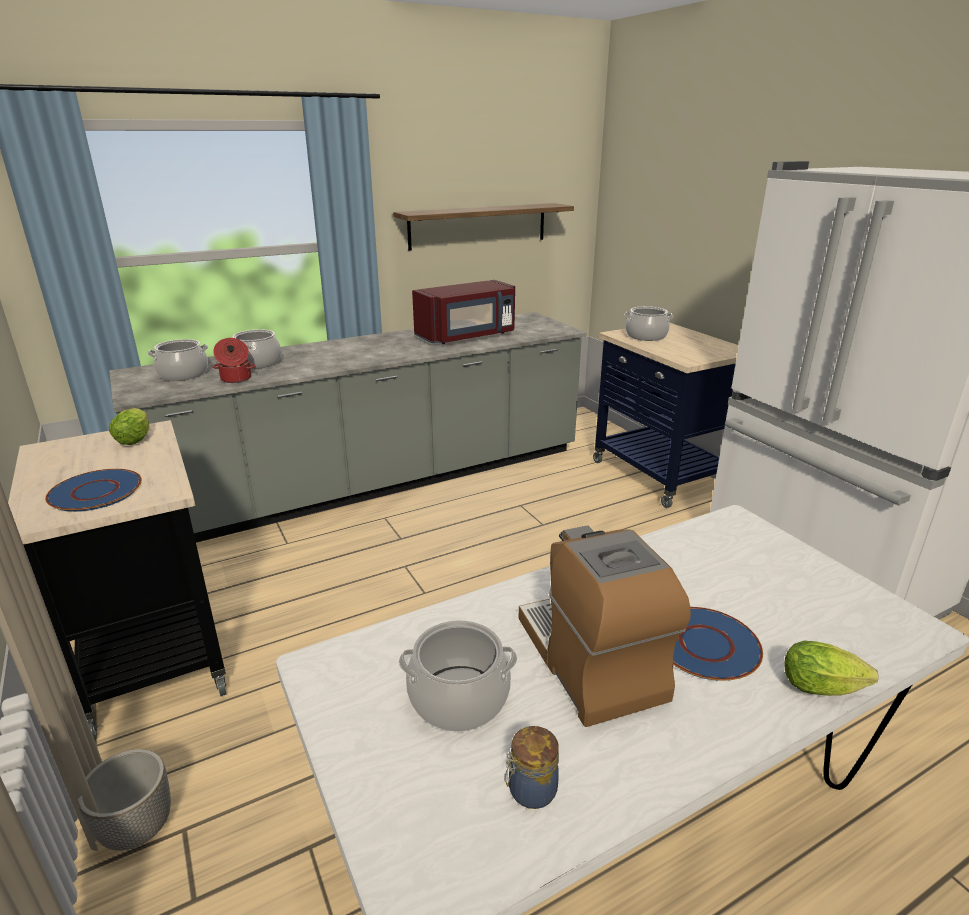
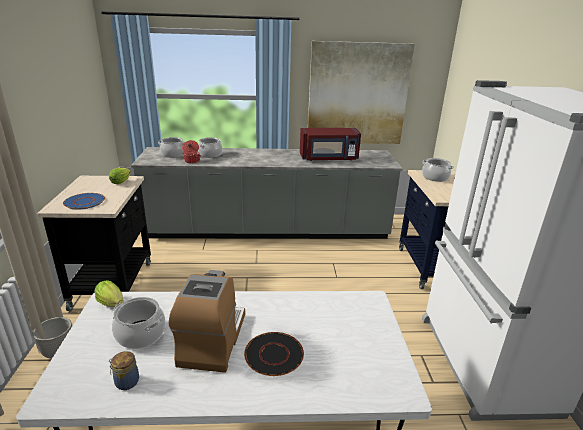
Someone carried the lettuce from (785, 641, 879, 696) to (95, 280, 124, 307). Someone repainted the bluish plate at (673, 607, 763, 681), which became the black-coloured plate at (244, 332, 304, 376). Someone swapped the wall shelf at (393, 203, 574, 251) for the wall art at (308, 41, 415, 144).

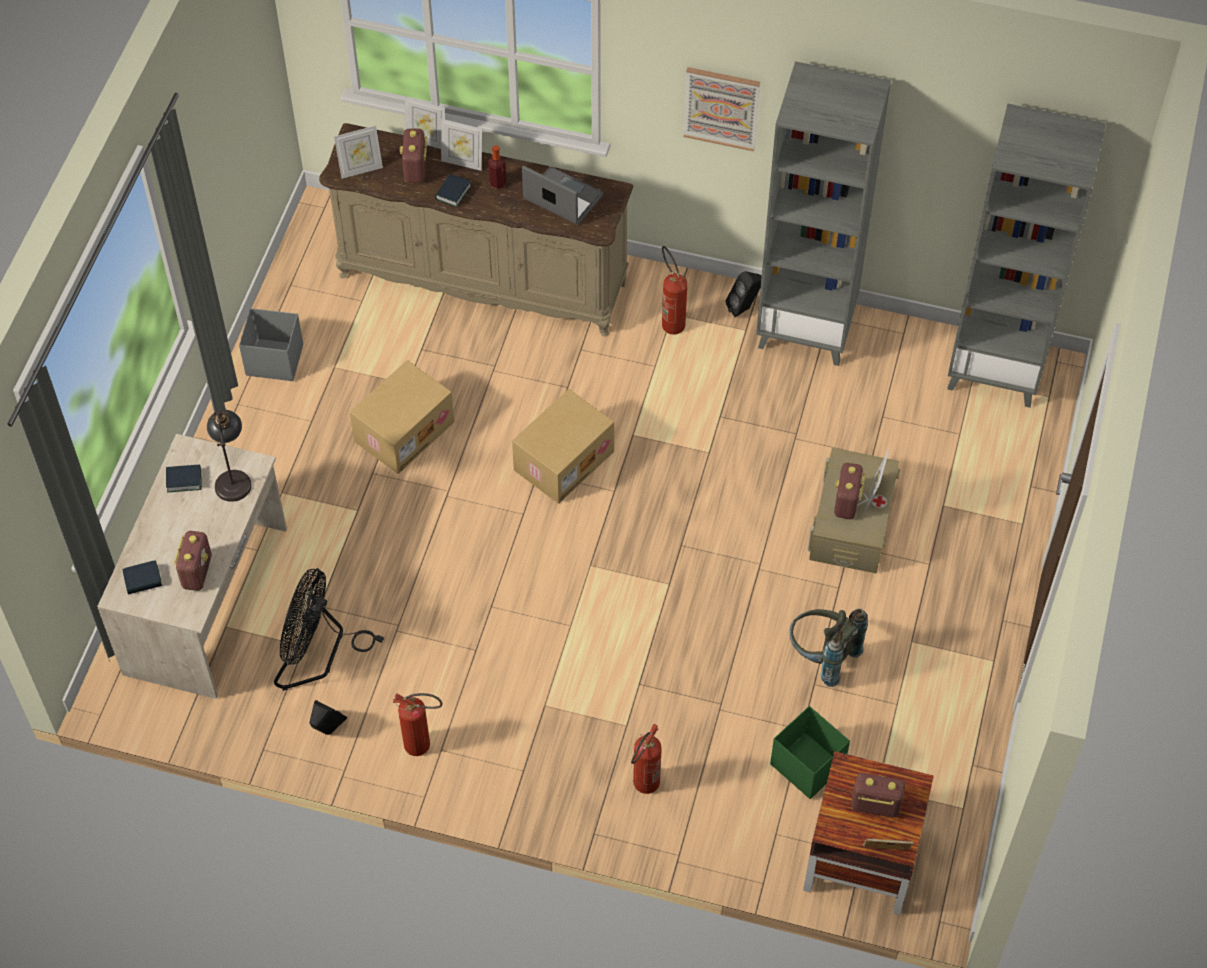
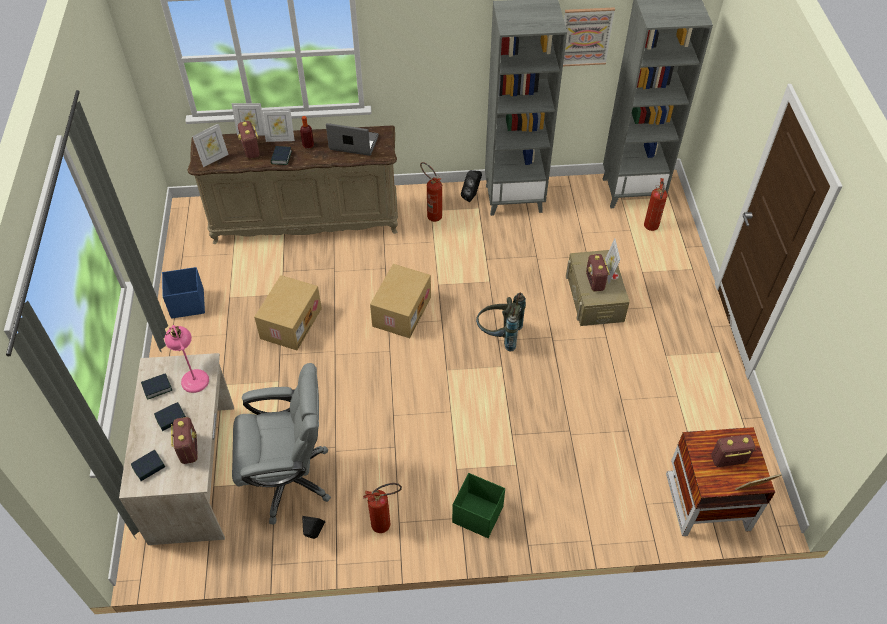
Someone put down the volume at (154, 402, 186, 431). Someone repainted the grey storage container at (239, 308, 303, 381), which became the bluish storage container at (162, 267, 205, 319). Someone repainted the grey lamp for a table at (207, 410, 252, 502), which became the pinkish lamp for a table at (164, 325, 209, 393). Someone swapped the black-coloured electric fan at (274, 568, 384, 691) for the grey desk chair at (232, 363, 331, 525). Someone carried the greenish storage container from (770, 706, 850, 799) to (452, 473, 505, 538). Someone carried the grey knapsack from (790, 608, 868, 687) to (476, 292, 526, 352). Someone carried the wall art from (684, 67, 760, 151) to (563, 7, 615, 66). Someone carried the extinguisher from (631, 724, 662, 794) to (644, 178, 667, 231).

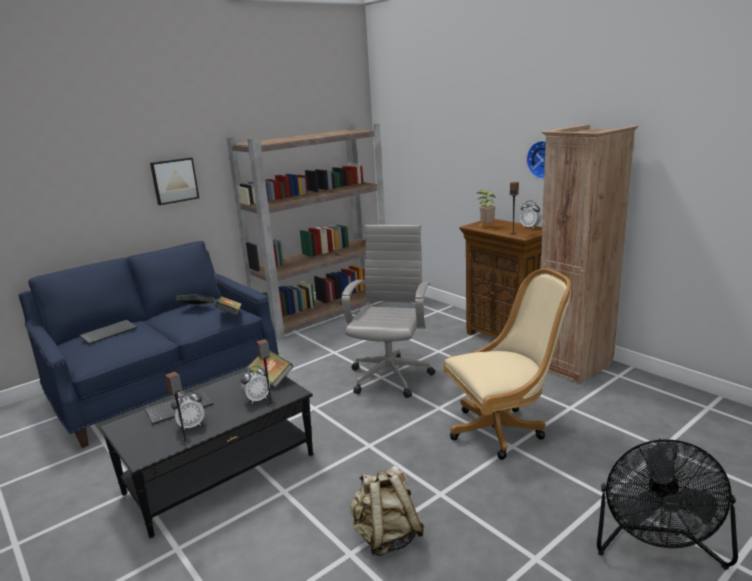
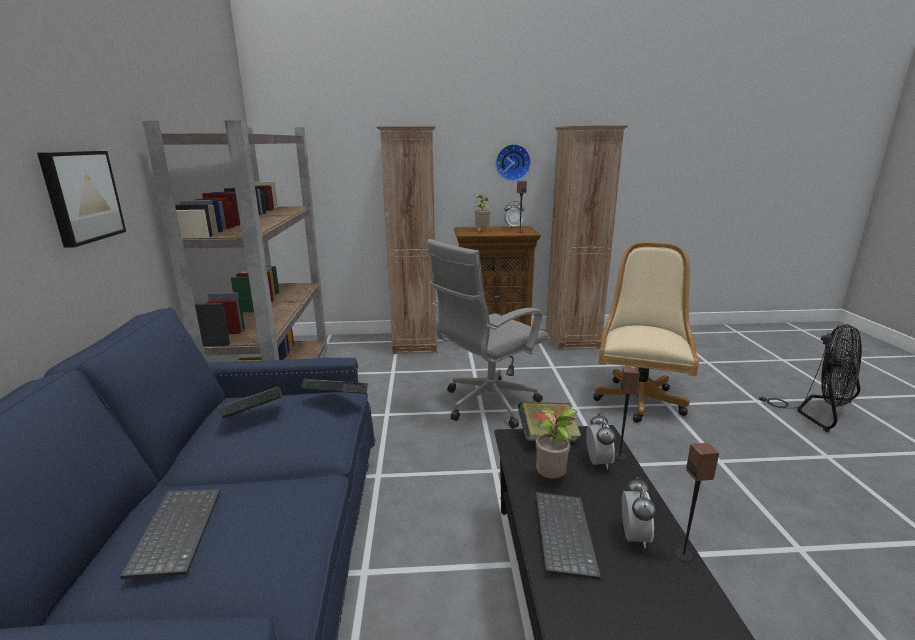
Someone put down the brownish cupboard at (376, 126, 437, 354). Someone rotated the grey desk chair at (341, 224, 435, 398) by 90 degrees counterclockwise. Someone put down the plant in a pot at (536, 409, 578, 479). Someone took away the beige-coloured knapsack at (350, 465, 425, 556).

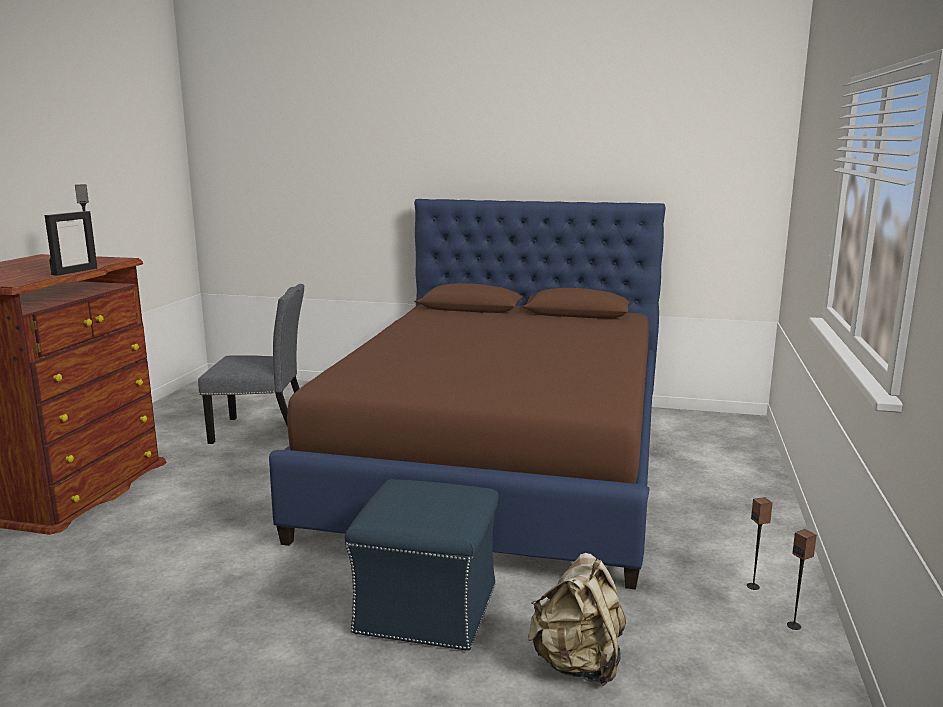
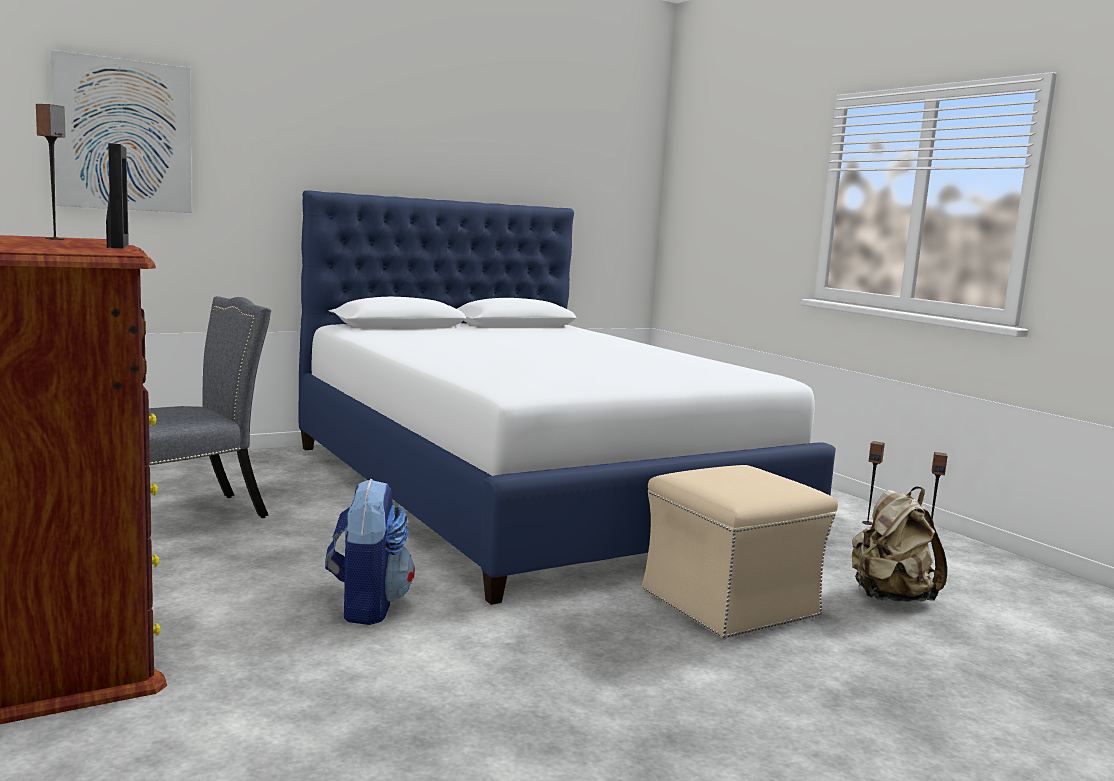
Someone put up the wall art at (50, 50, 192, 213). Someone repainted the brownish bedroom bed at (269, 199, 666, 590), which became the white-coloured bedroom bed at (299, 190, 836, 605). Someone put down the knapsack at (325, 479, 415, 625). Someone repainted the bluish footrest at (345, 479, 499, 651), which became the beige-coloured footrest at (642, 465, 838, 640).

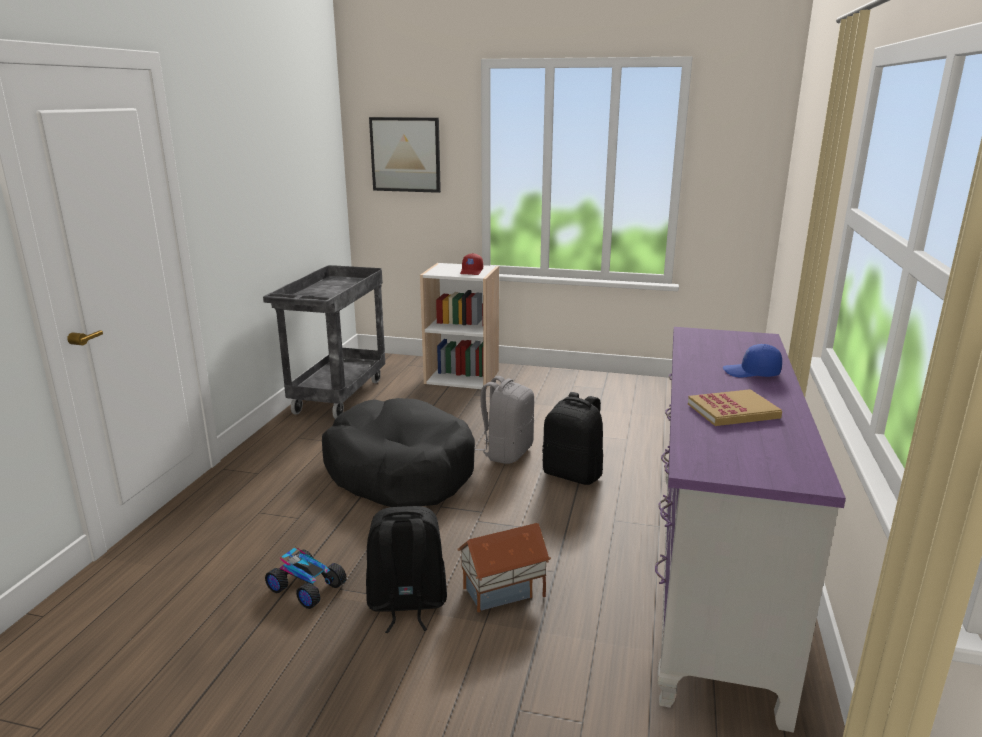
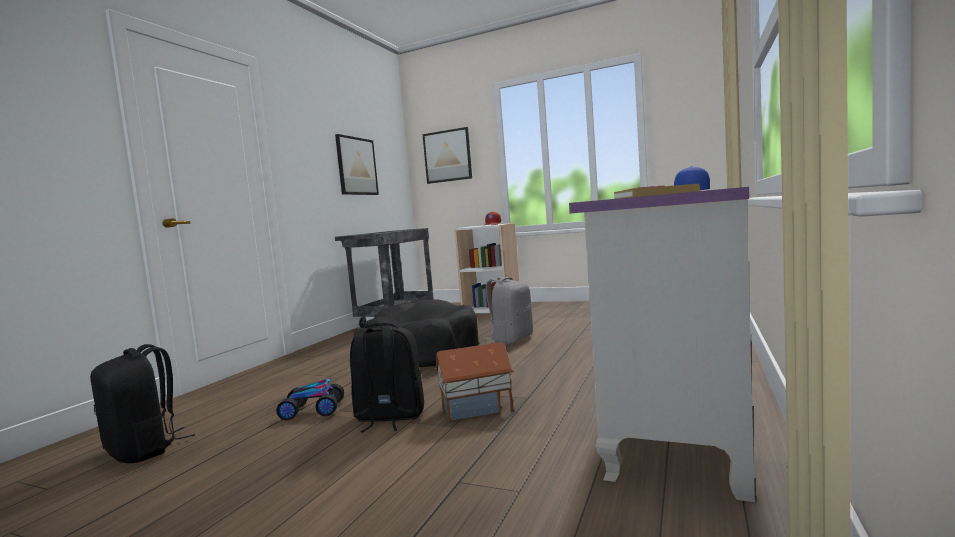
Someone carried the black-coloured knapsack from (542, 392, 603, 485) to (90, 344, 195, 463). Someone rotated the toy car at (265, 547, 347, 609) by 135 degrees clockwise. Someone put up the wall art at (335, 134, 379, 195).

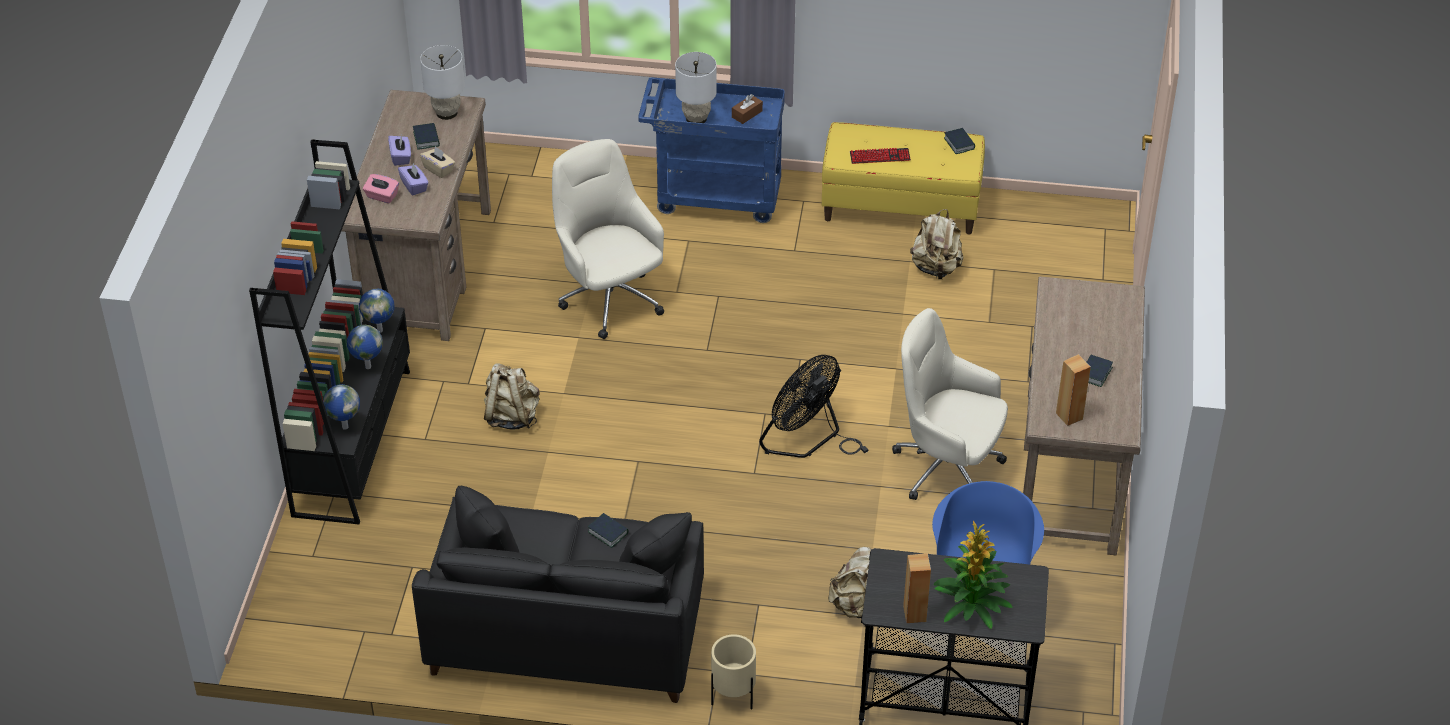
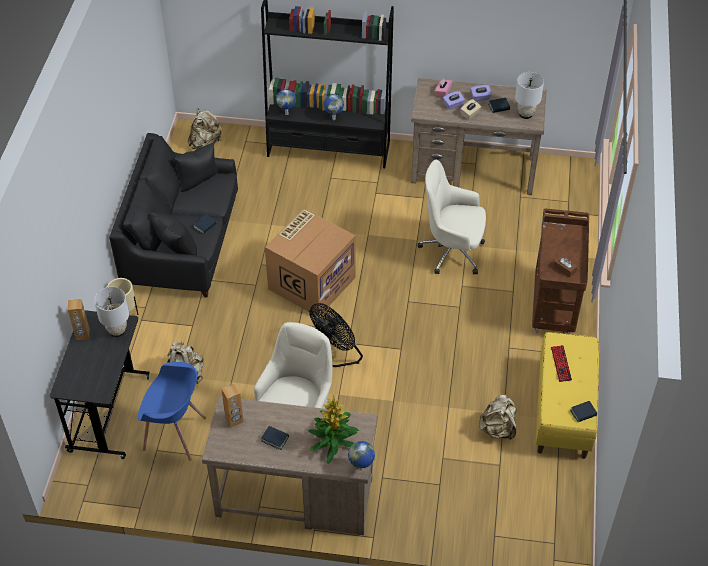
Someone carried the white-coloured lamp for a table from (675, 52, 717, 123) to (94, 287, 129, 337). Someone carried the beige-coloured knapsack from (484, 363, 539, 430) to (188, 109, 222, 149). Someone put down the cardboard box at (265, 209, 356, 317). Someone carried the plant in a pot from (934, 521, 1013, 629) to (308, 394, 359, 464). Someone carried the world globe from (359, 288, 395, 333) to (348, 441, 375, 471). Someone rotated the beige-coloured desk chair at (552, 139, 664, 339) by 135 degrees counterclockwise. Someone repainted the bluish wheeled cart at (638, 78, 785, 223), which became the brownish wheeled cart at (532, 209, 589, 334).

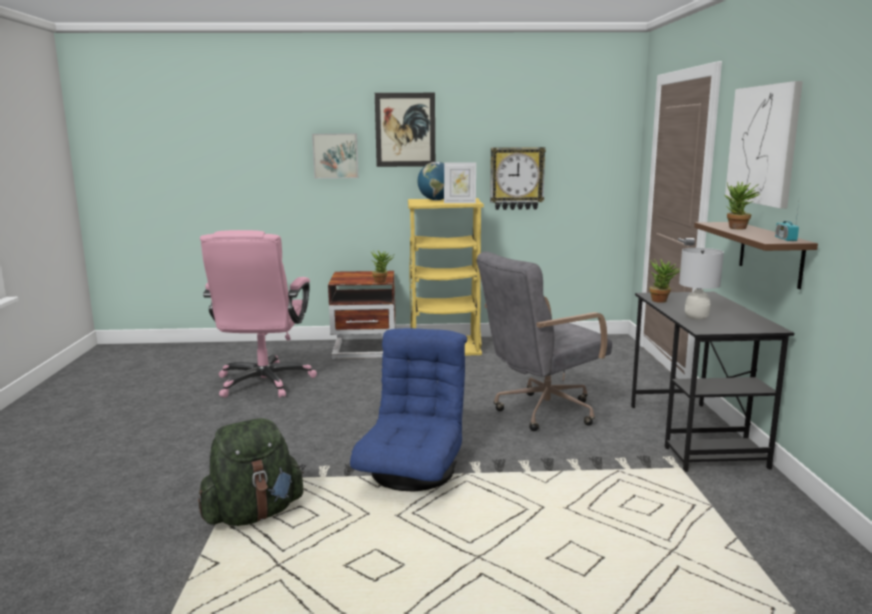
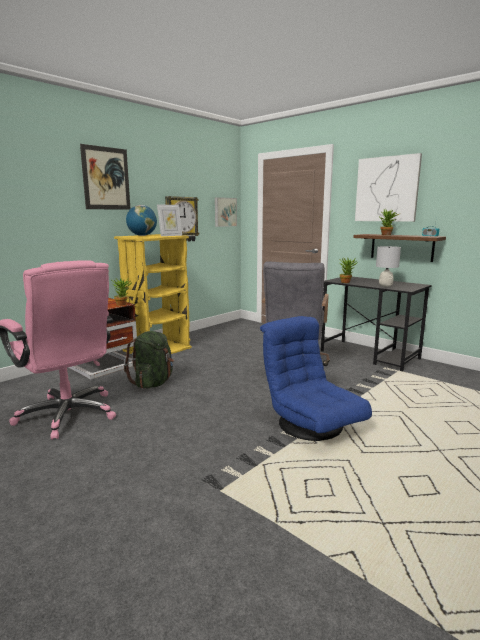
Someone carried the greenish knapsack from (198, 418, 304, 526) to (124, 331, 174, 388). Someone carried the wall art from (312, 134, 358, 179) to (215, 197, 237, 227).

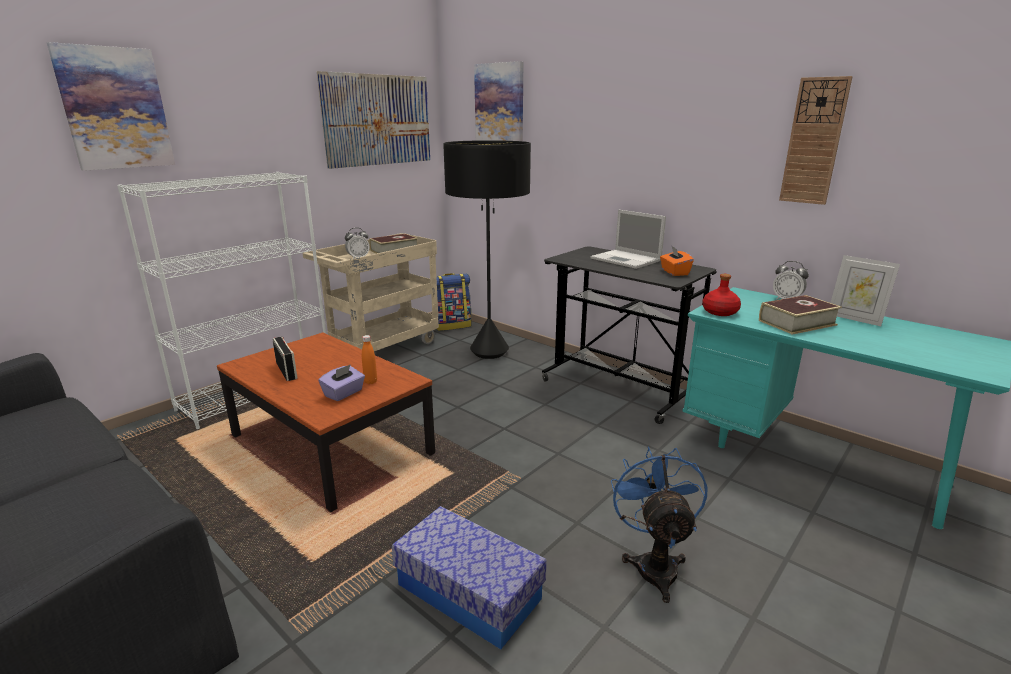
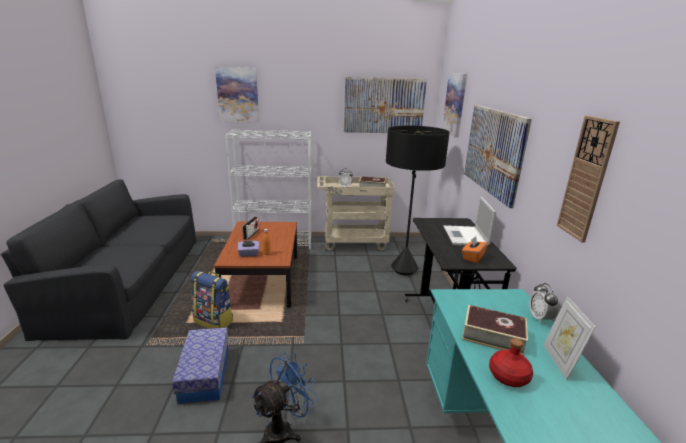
Someone carried the knapsack from (436, 273, 472, 331) to (190, 271, 233, 329). Someone put up the wall art at (464, 105, 532, 208). Someone carried the red drink bottle from (702, 274, 741, 316) to (489, 338, 533, 387).

